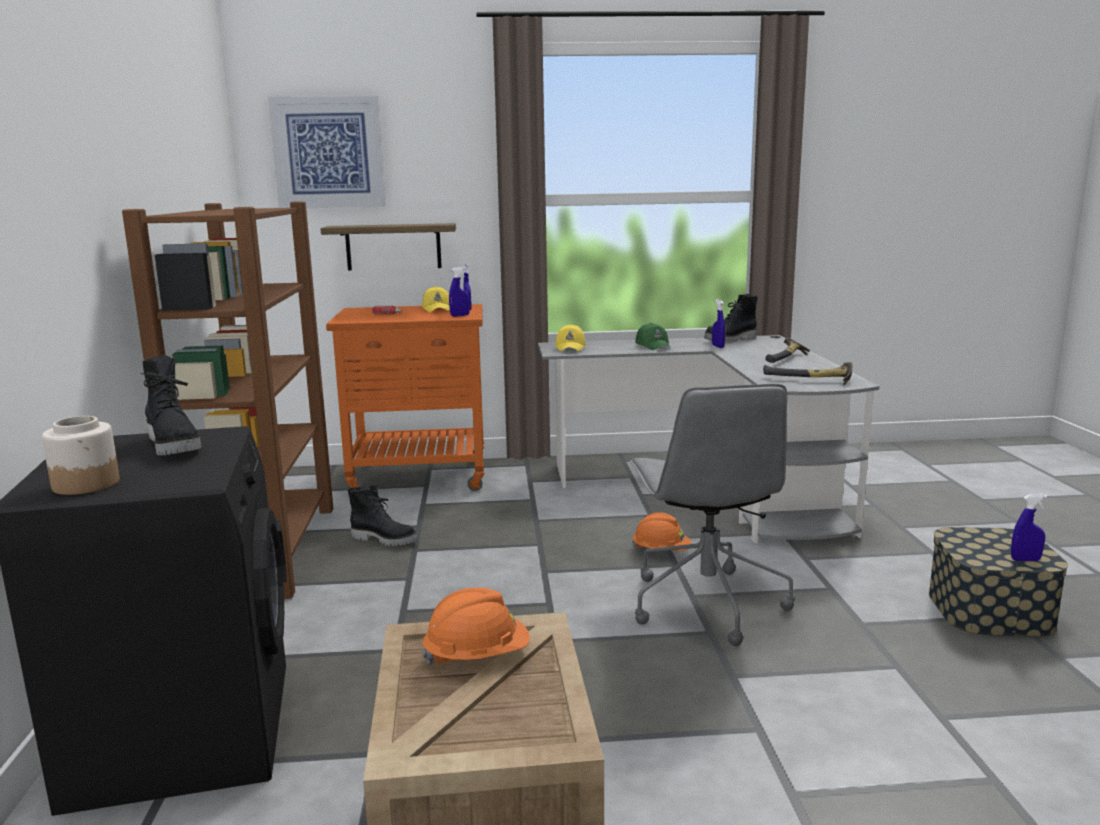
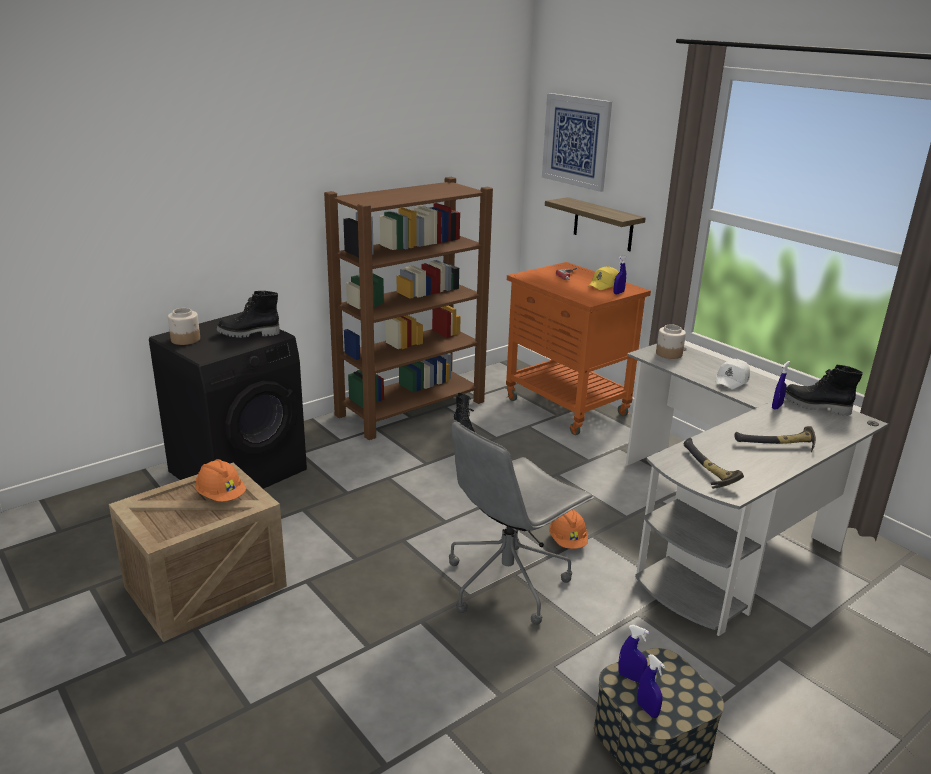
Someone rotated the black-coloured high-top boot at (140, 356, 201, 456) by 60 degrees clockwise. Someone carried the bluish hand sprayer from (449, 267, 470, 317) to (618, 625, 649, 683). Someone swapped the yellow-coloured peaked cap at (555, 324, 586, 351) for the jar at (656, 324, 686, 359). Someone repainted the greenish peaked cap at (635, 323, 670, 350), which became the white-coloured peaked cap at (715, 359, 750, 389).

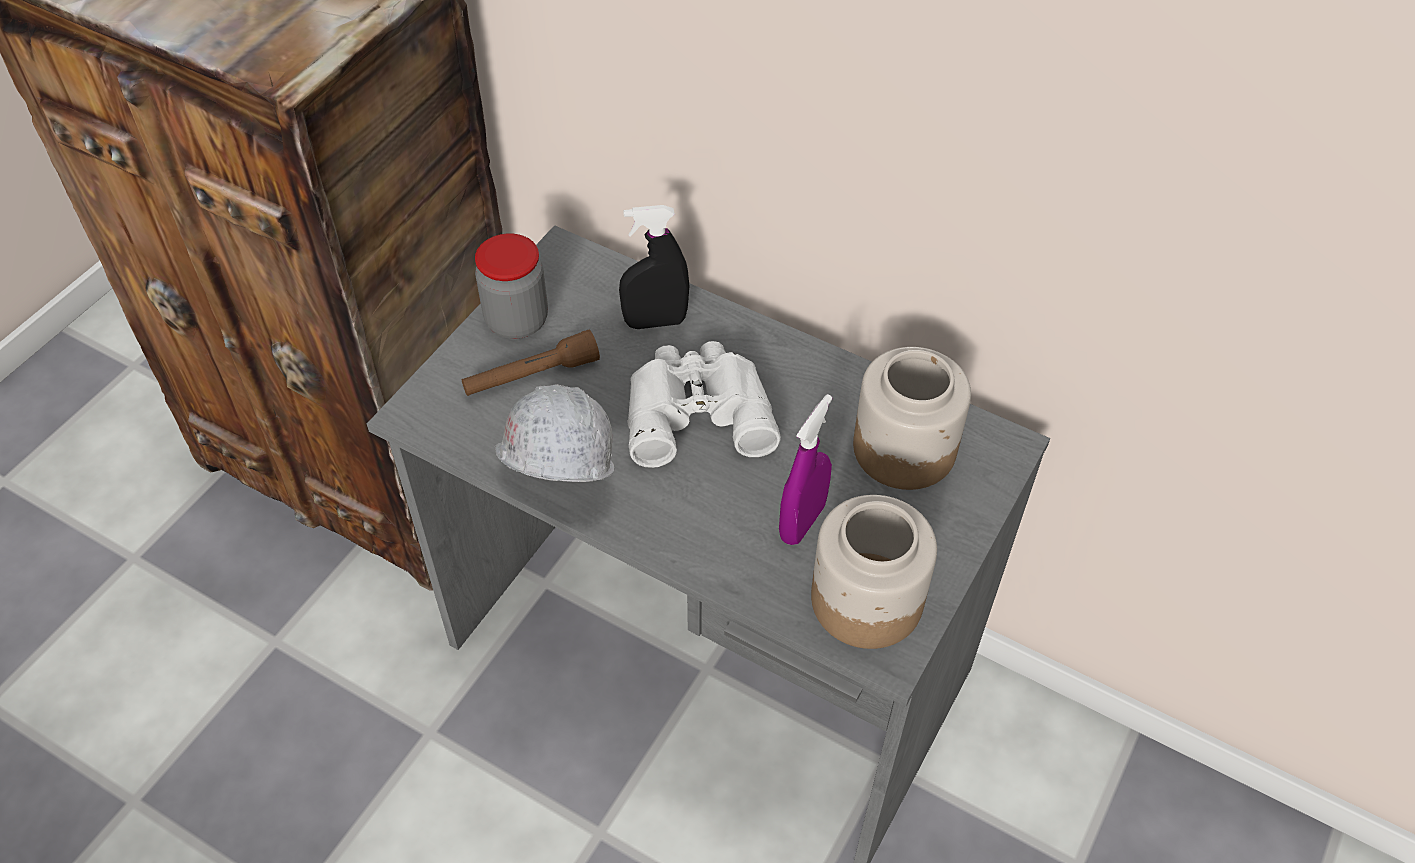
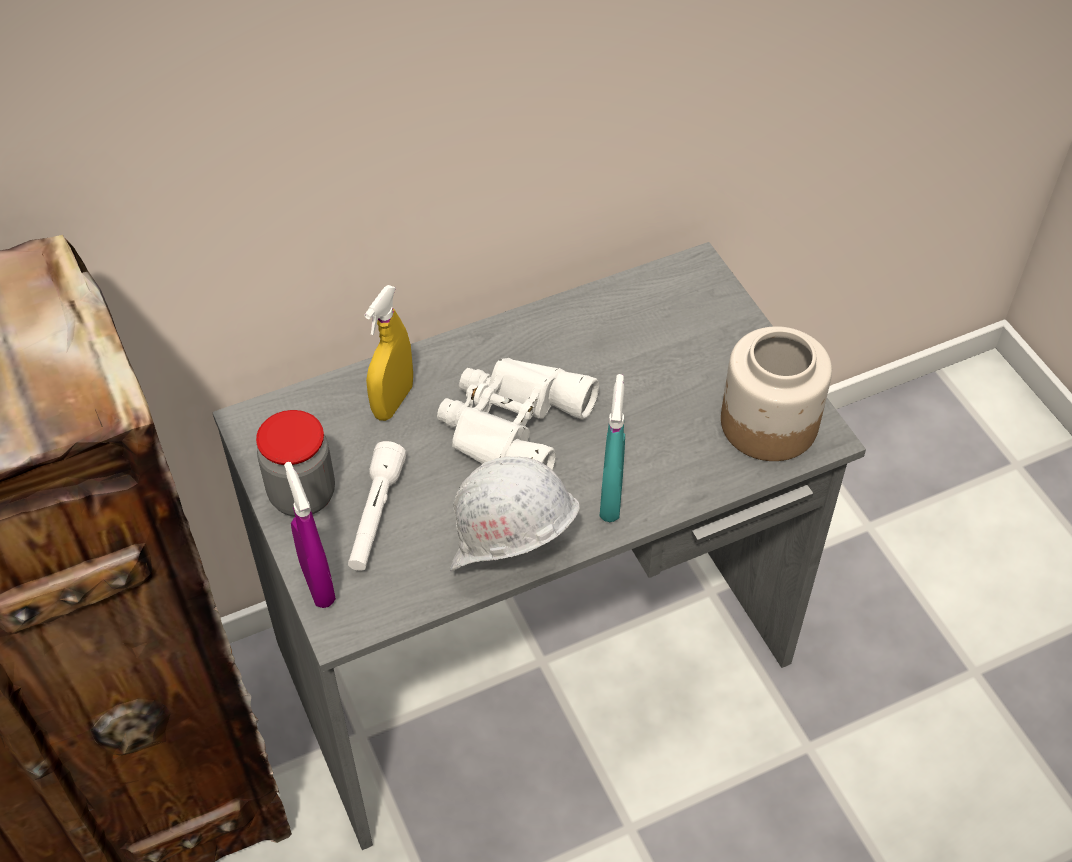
Someone carried the purple-coloured hand sprayer from (779, 394, 832, 545) to (284, 462, 336, 608). Someone repainted the brownish hand torch at (462, 330, 600, 396), which became the white-coloured hand torch at (348, 441, 407, 571). Someone repainted the black-coloured hand sprayer at (619, 205, 689, 329), which became the yellow-coloured hand sprayer at (365, 285, 413, 421). Someone put down the turquoise hand sprayer at (600, 374, 625, 522). Someone took away the jar at (853, 347, 971, 490).

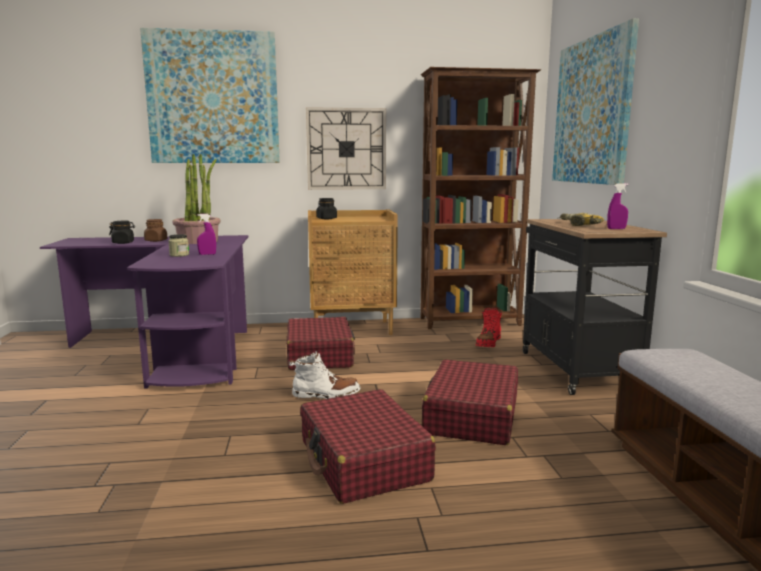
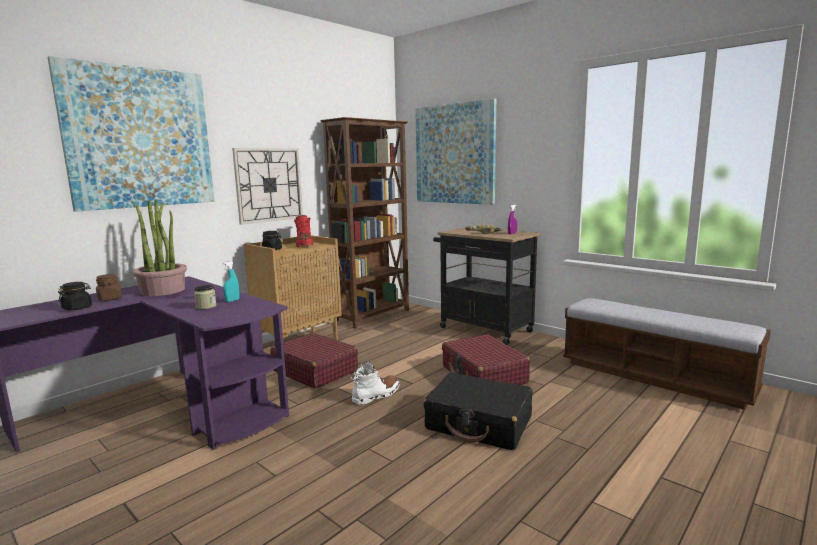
Someone repainted the purple-coloured hand sprayer at (197, 214, 216, 255), which became the turquoise hand sprayer at (222, 261, 239, 302). Someone carried the red high-top boot from (476, 308, 502, 347) to (294, 215, 313, 247). Someone repainted the red travel case at (300, 389, 436, 504), which became the black-coloured travel case at (424, 372, 533, 450).

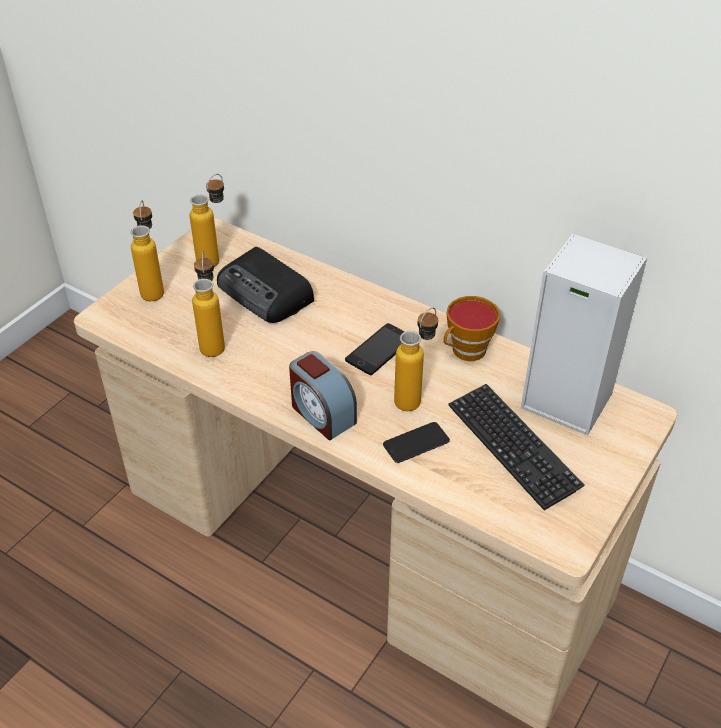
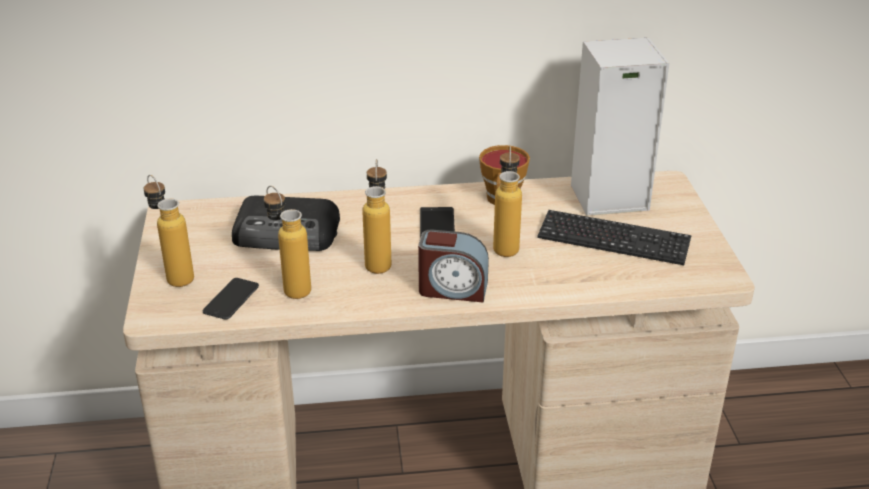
Someone carried the telephone from (383, 422, 450, 463) to (203, 278, 259, 320). Someone carried the drink bottle from (190, 174, 224, 267) to (362, 159, 391, 274).

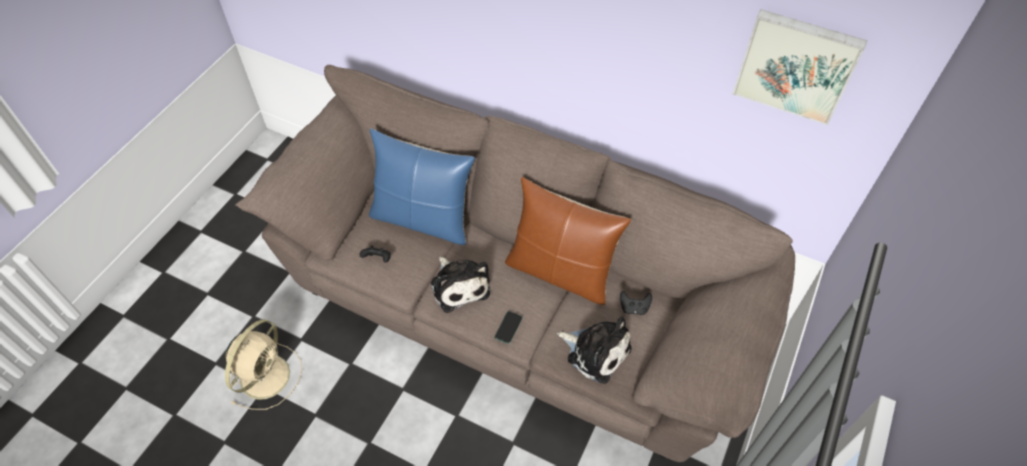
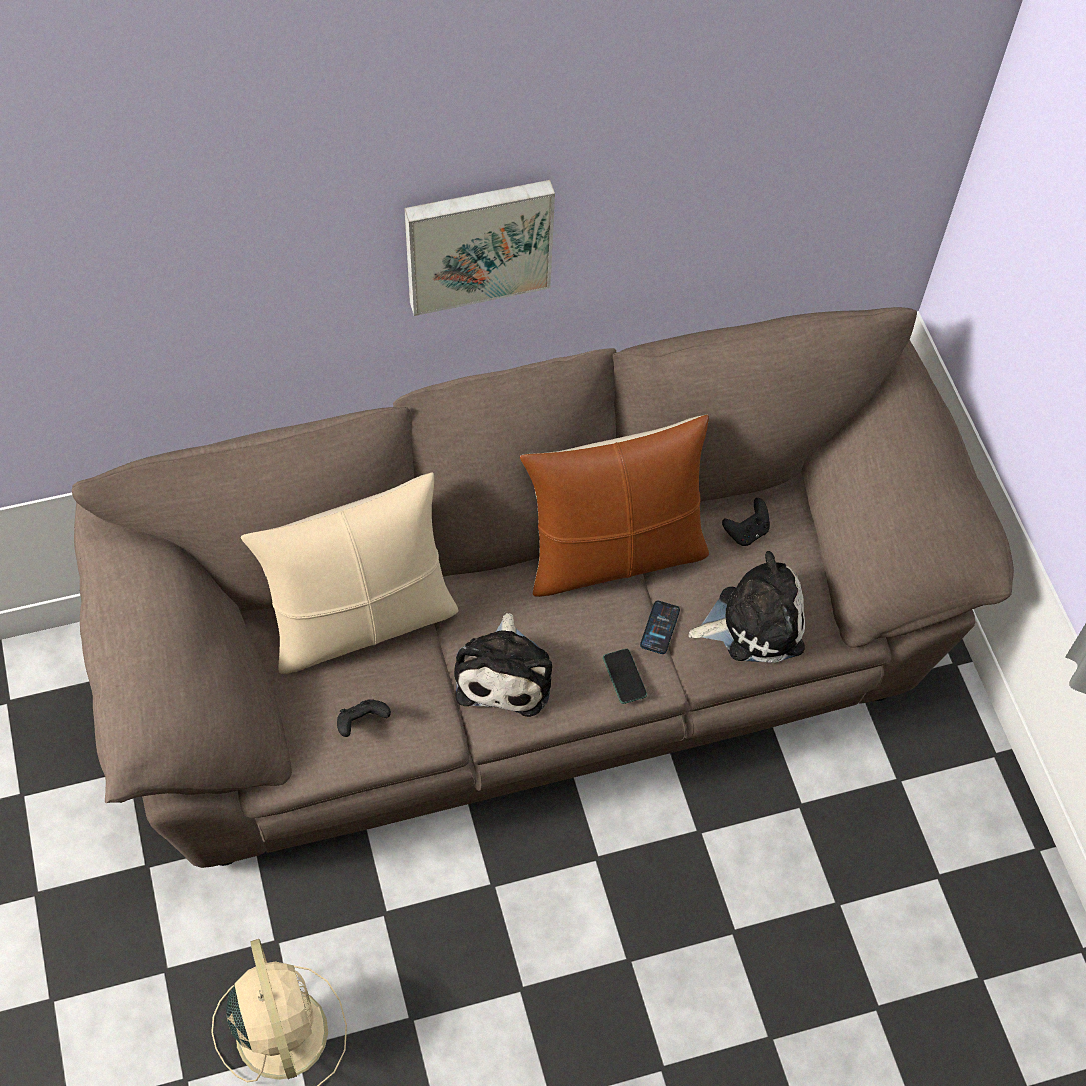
Someone repainted the bluish pillow at (369, 128, 475, 245), which became the beige-coloured pillow at (240, 472, 458, 674). Someone carried the wall art from (732, 9, 867, 125) to (404, 180, 555, 316). Someone rotated the plush toy at (431, 257, 490, 313) by 75 degrees clockwise. Someone put down the telephone at (640, 601, 680, 654).

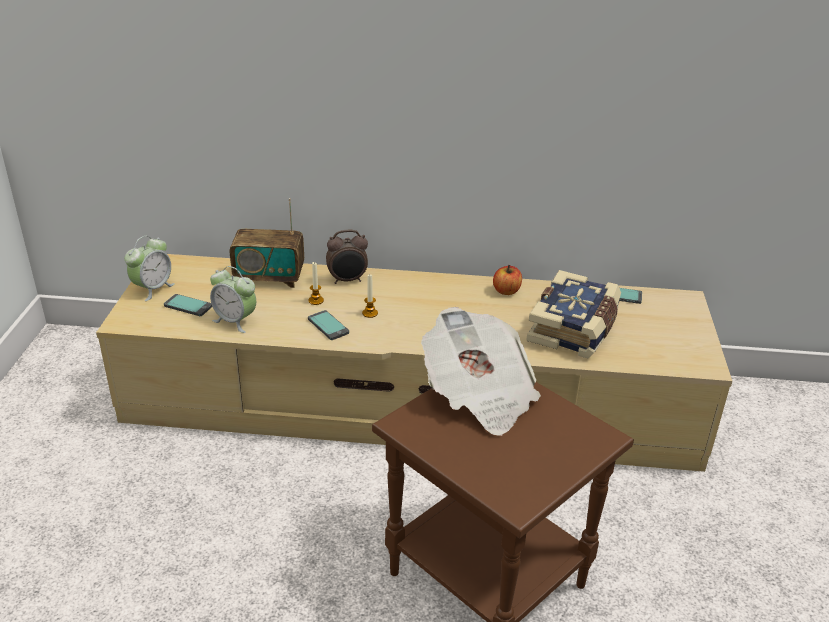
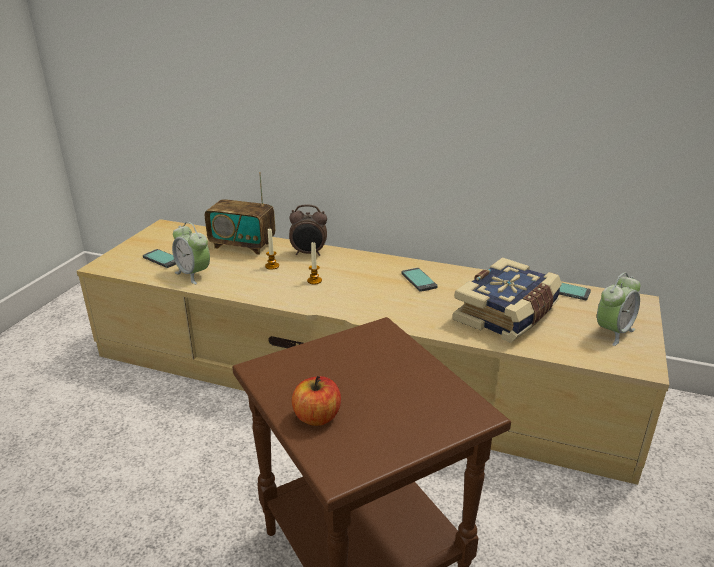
Someone carried the whole apple from (493, 265, 522, 295) to (292, 376, 341, 426). Someone carried the telephone from (308, 310, 349, 340) to (401, 268, 438, 292). Someone carried the table clock from (125, 236, 175, 301) to (597, 273, 640, 346). Someone took away the newspaper at (421, 307, 541, 436).

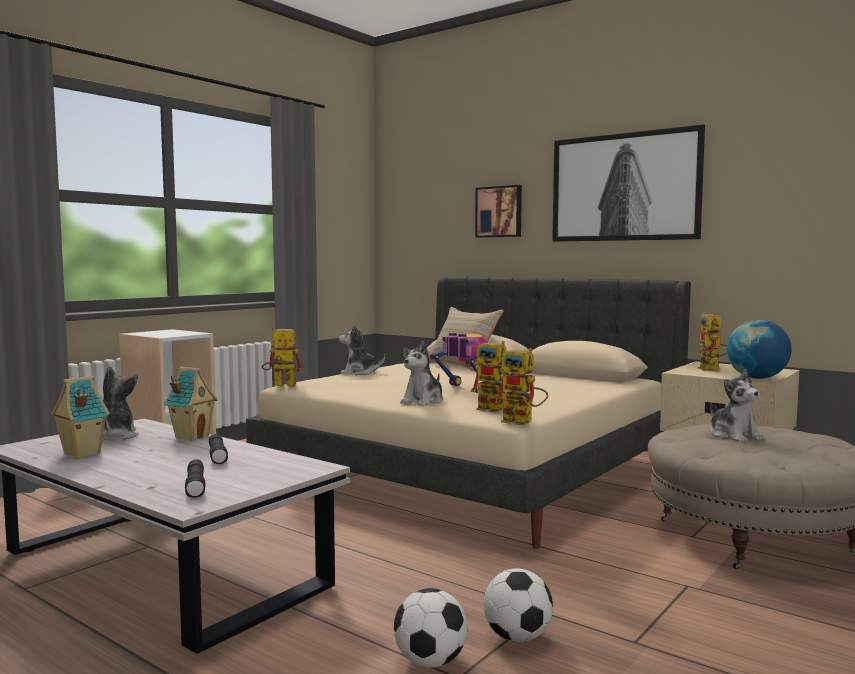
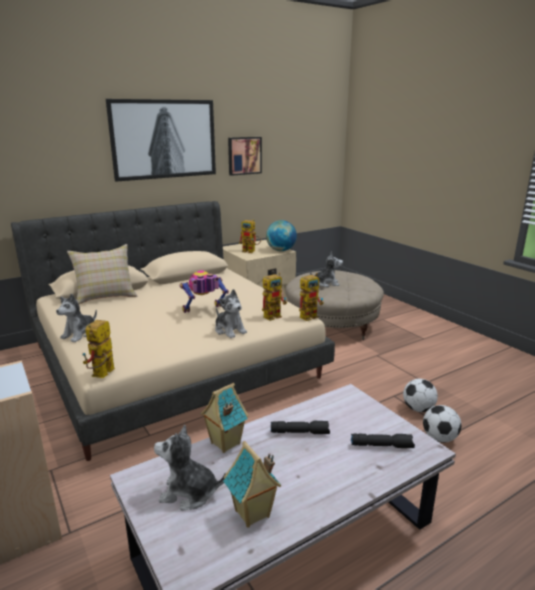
Someone carried the wall art from (475, 185, 522, 238) to (228, 137, 262, 176).

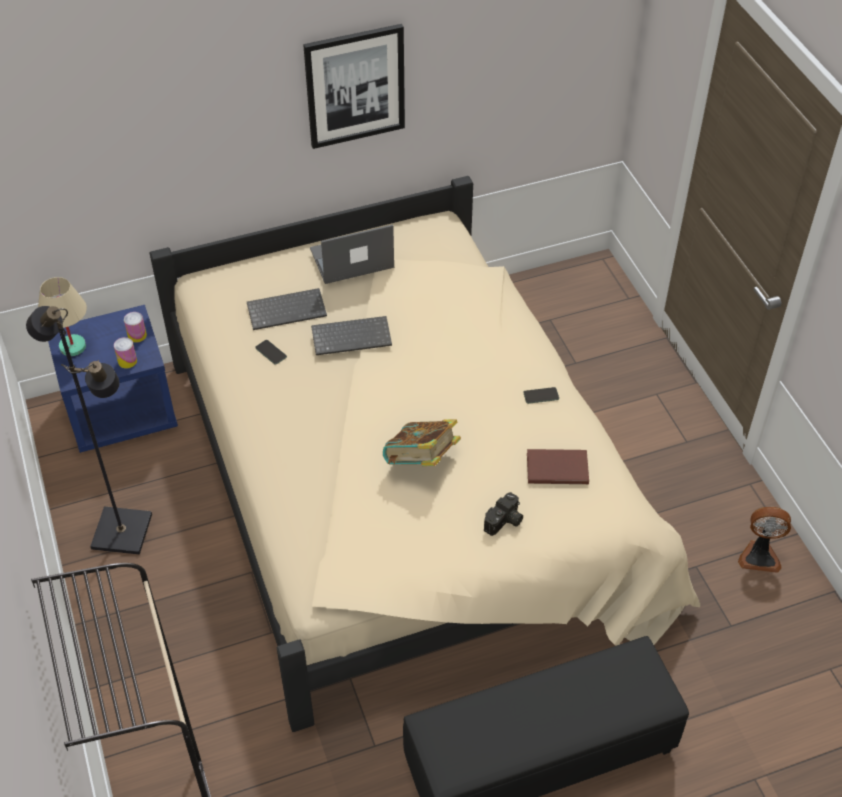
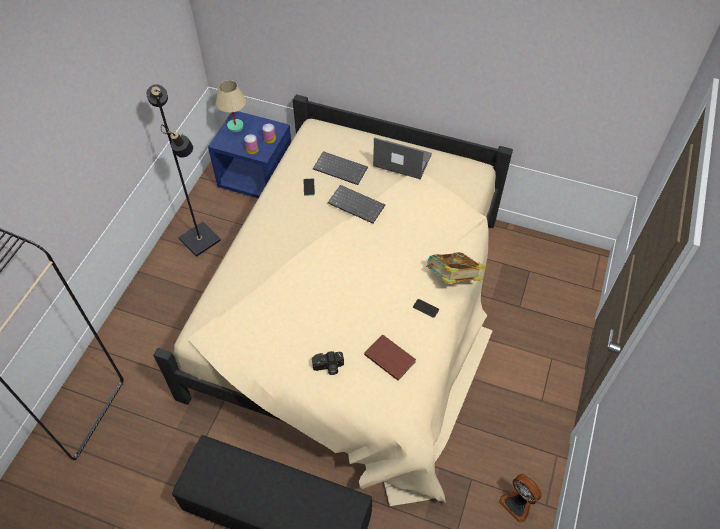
Someone carried the volume from (383, 419, 461, 466) to (426, 252, 485, 284). Someone took away the wall art at (303, 24, 405, 149).

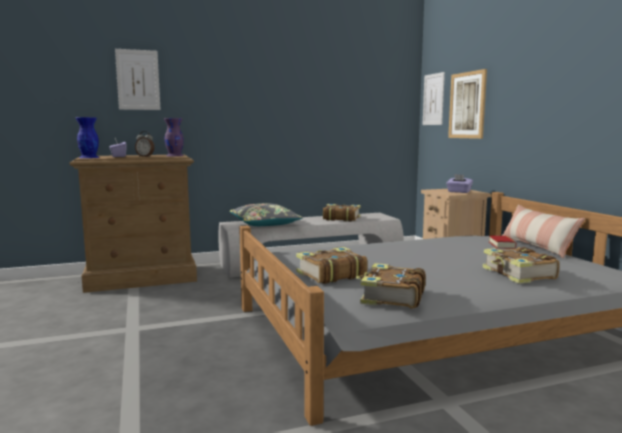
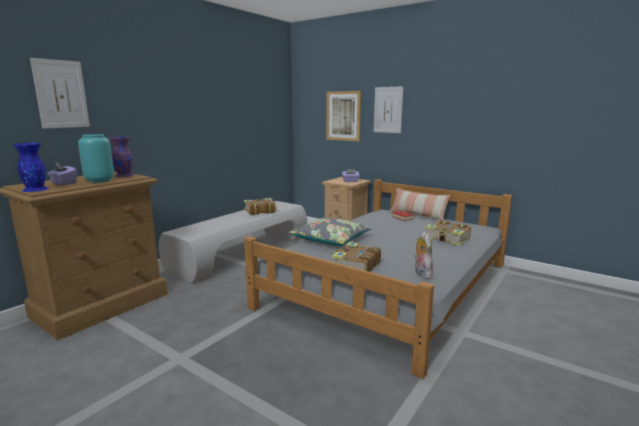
Someone swapped the table clock at (135, 131, 155, 157) for the turquoise decorative vase at (78, 134, 114, 183). Someone carried the grey pillow from (230, 203, 303, 226) to (289, 217, 372, 246). Someone carried the wall art from (423, 72, 445, 125) to (374, 86, 403, 133). Someone swapped the volume at (356, 263, 426, 309) for the plush toy at (414, 232, 433, 279).

